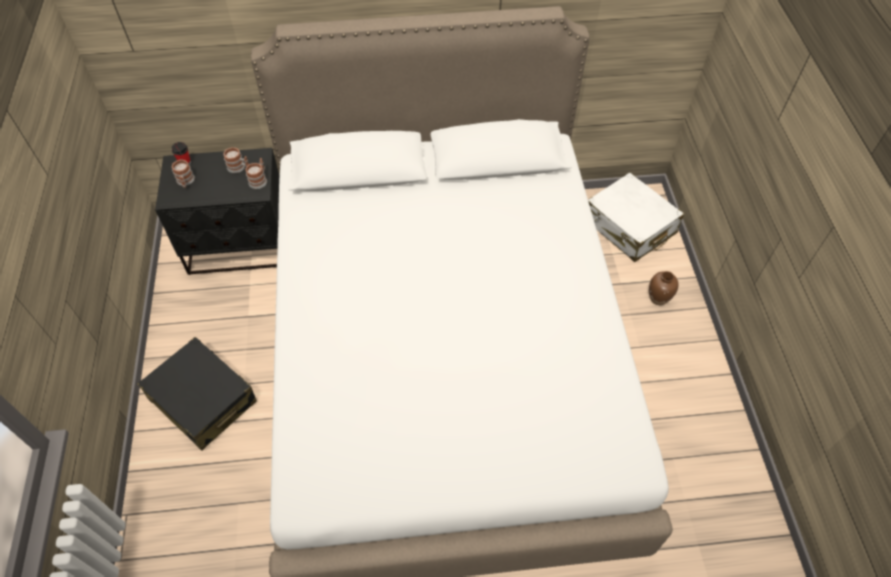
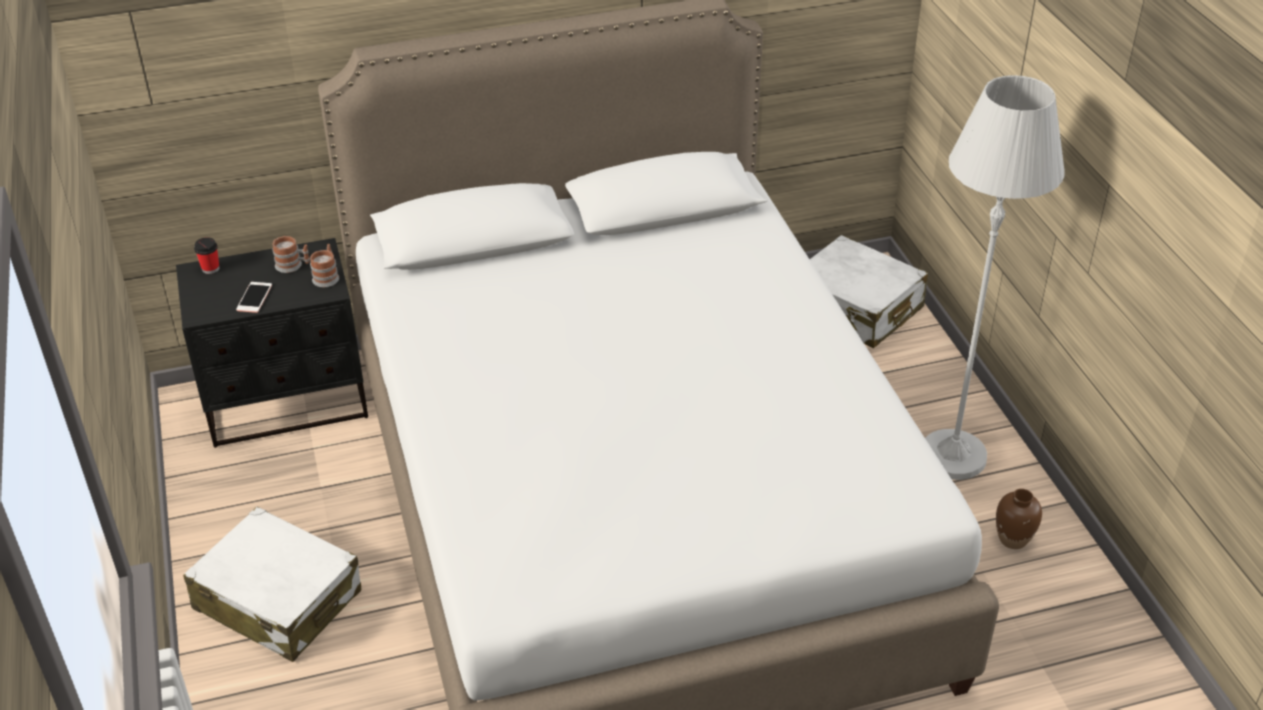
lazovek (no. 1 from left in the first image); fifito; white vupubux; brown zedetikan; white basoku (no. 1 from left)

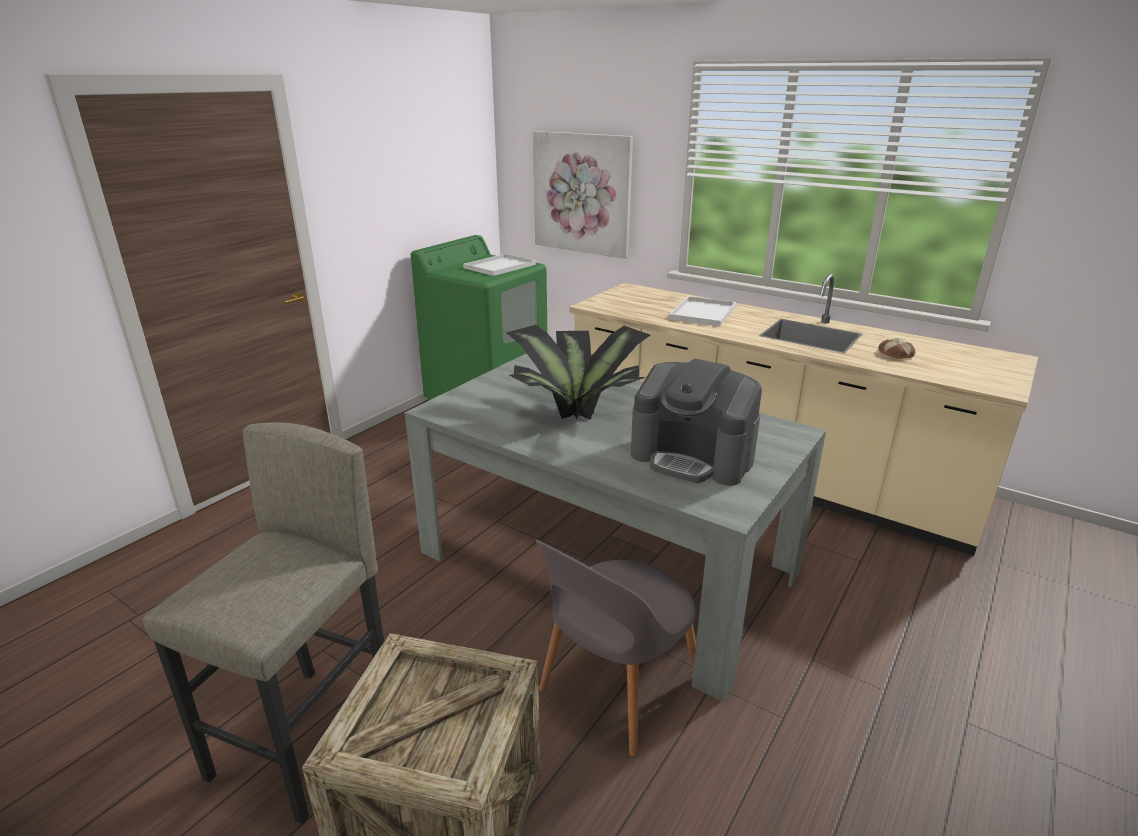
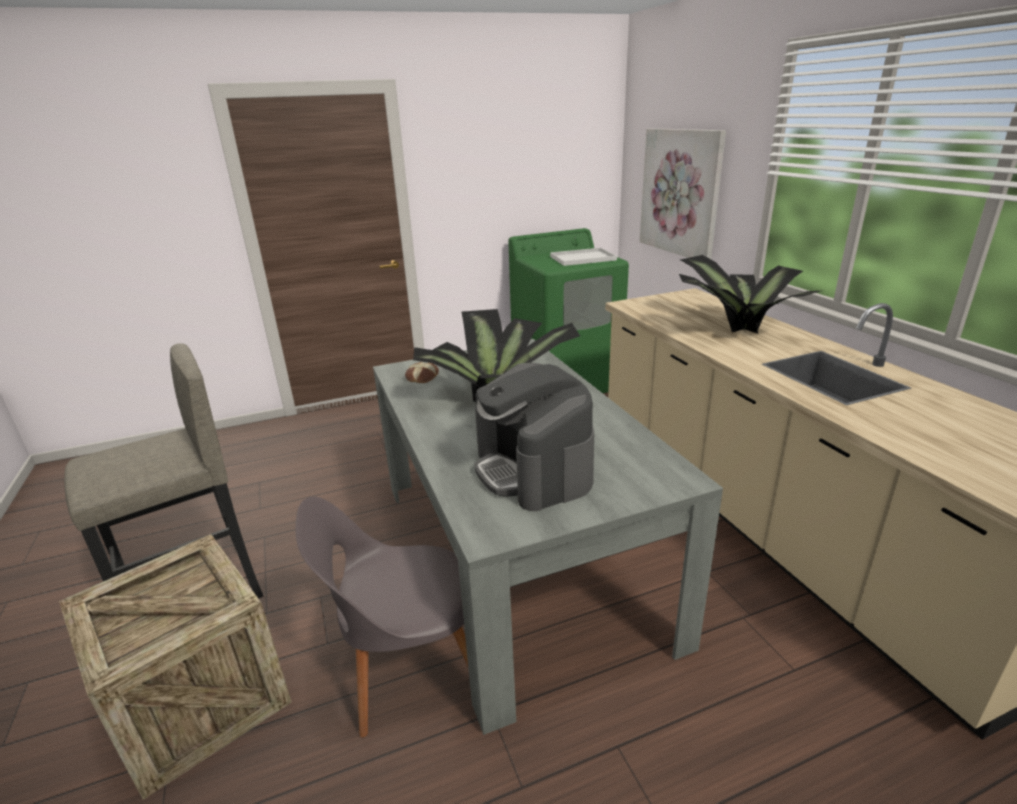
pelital; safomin (no. 2 from left)

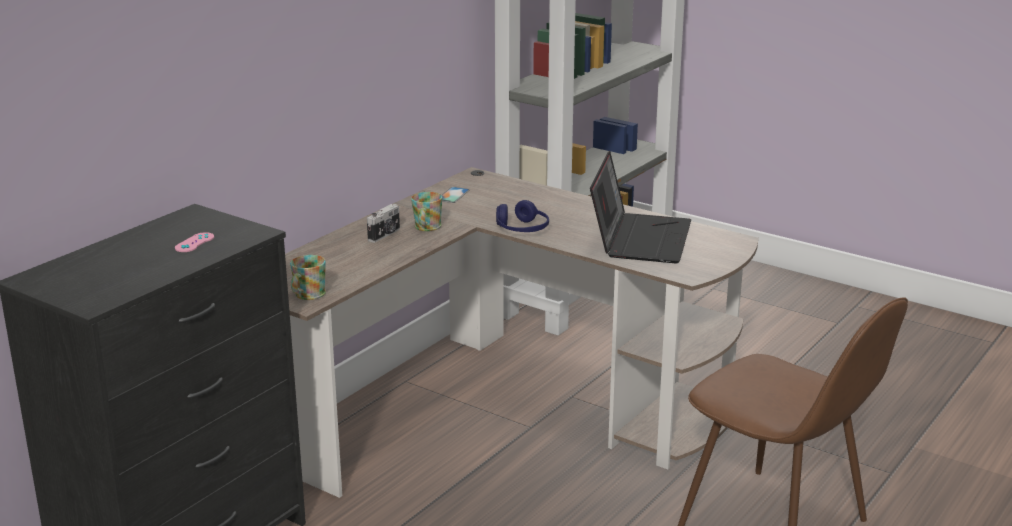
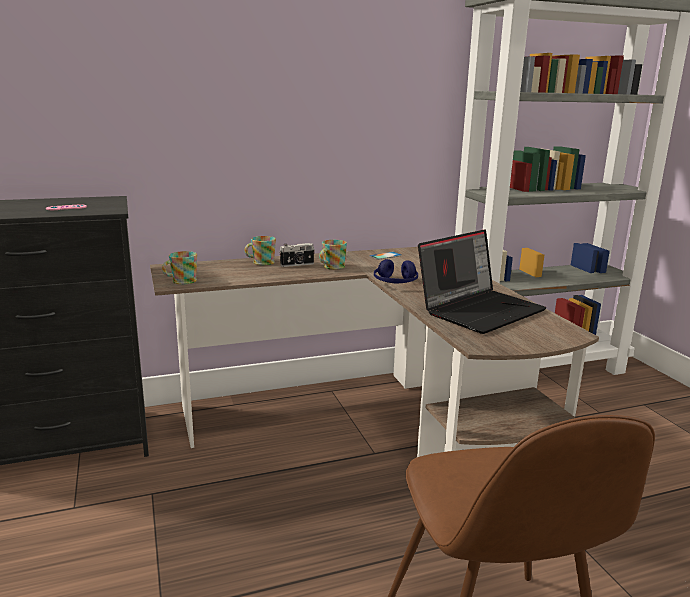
lazovek (no. 2 from left)

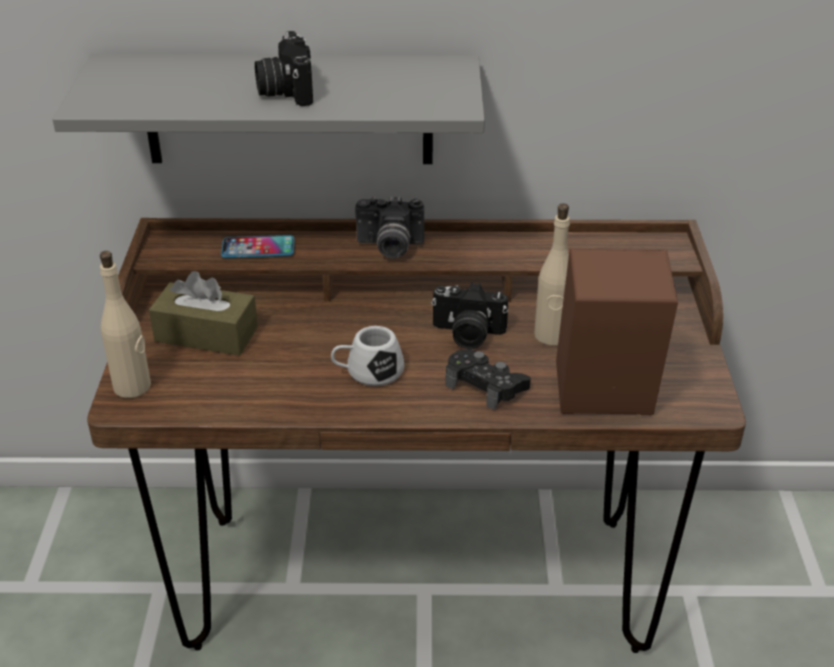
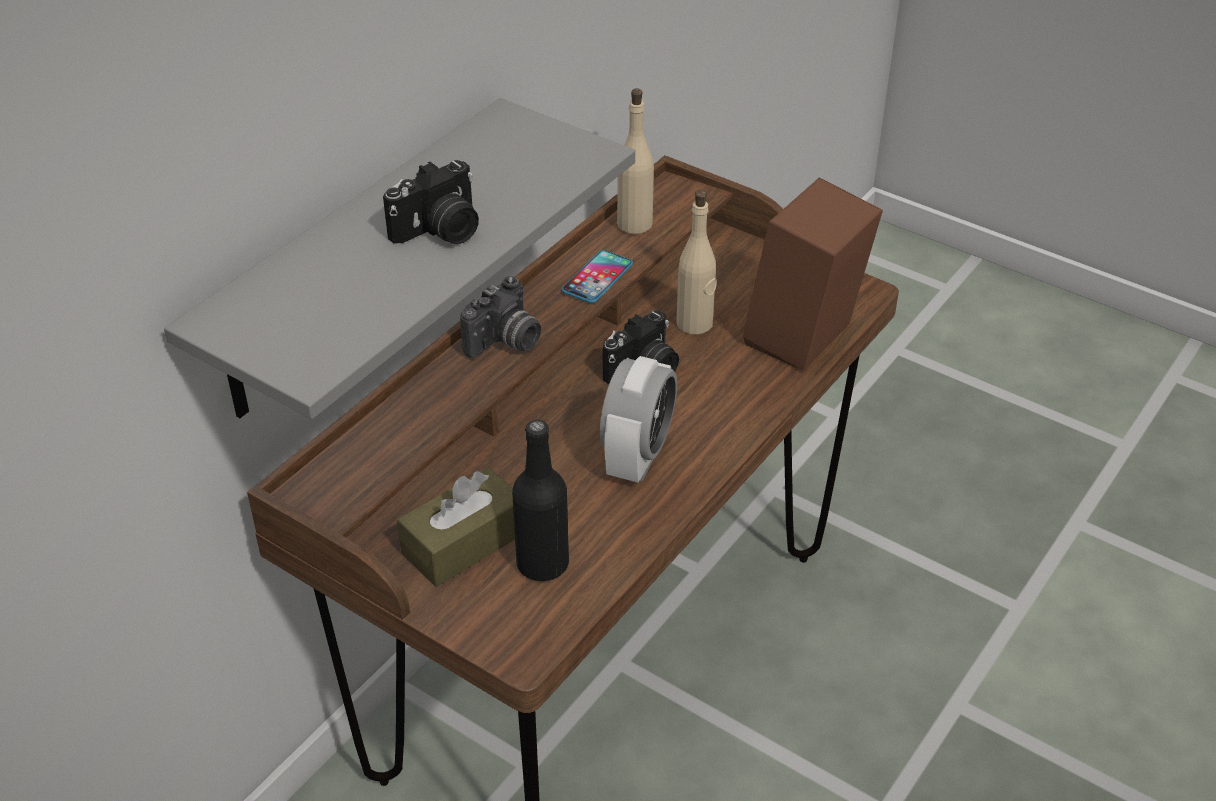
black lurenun; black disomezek; beige disomezek (no. 1 from left); fifito; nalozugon; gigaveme (no. 1 from left)

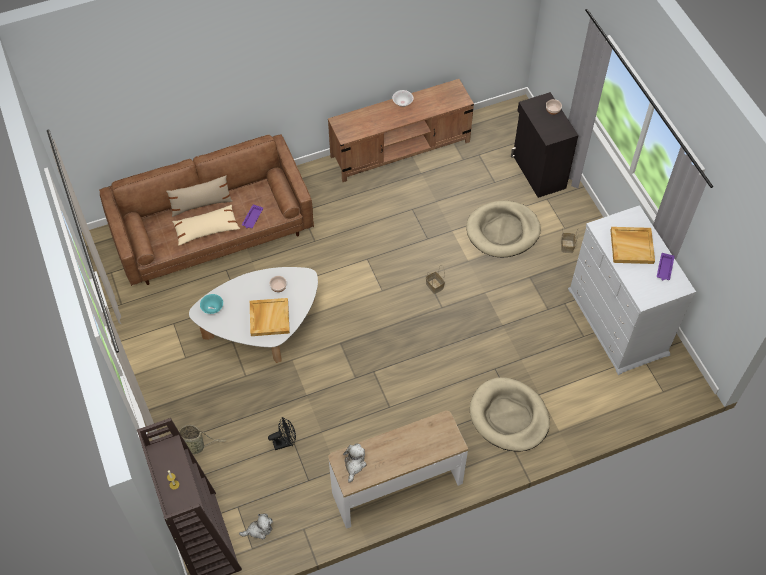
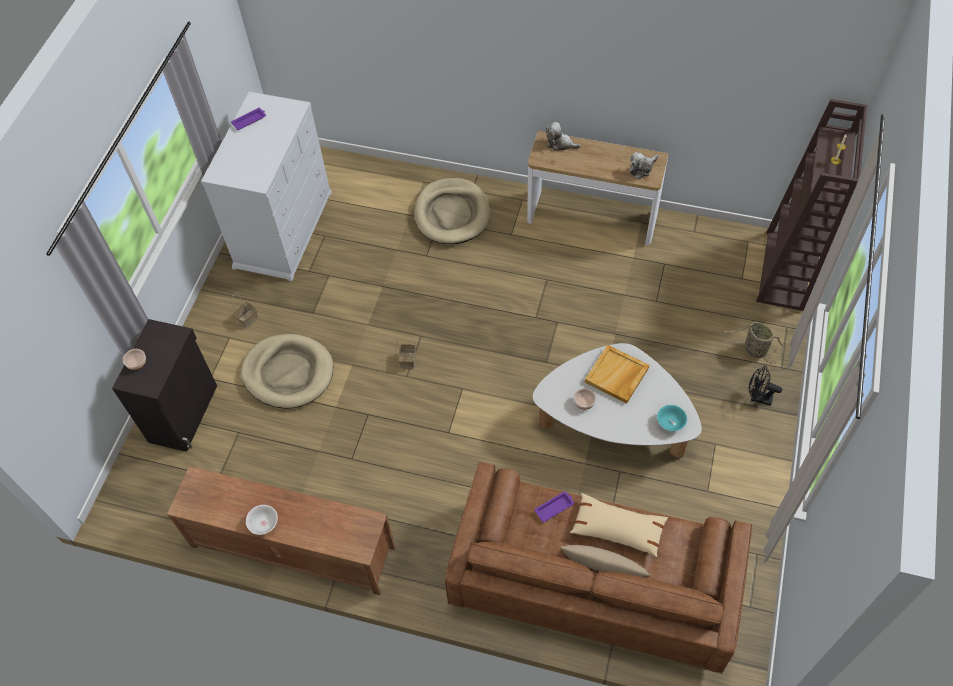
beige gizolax (no. 2 from left in the first image); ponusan (no. 1 from left); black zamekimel

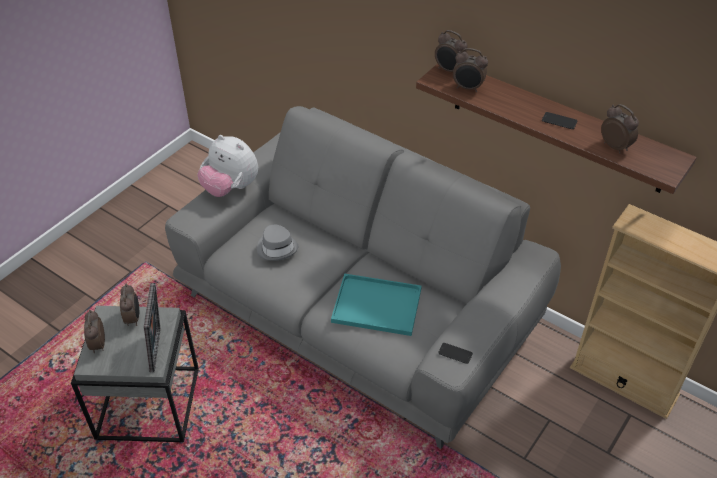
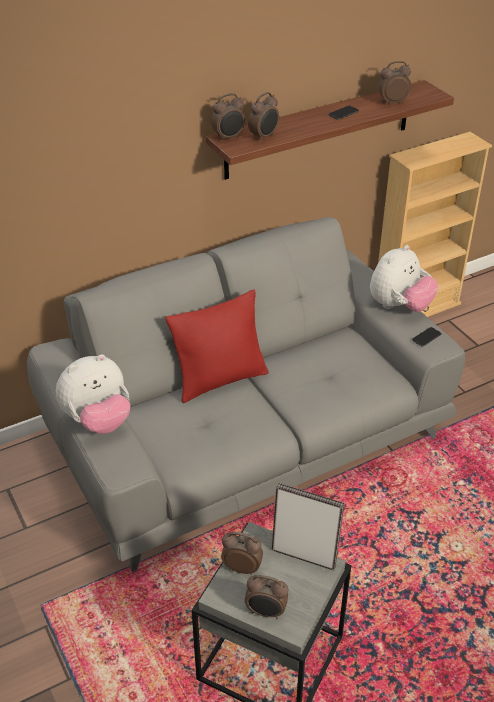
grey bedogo; turquoise gizolax; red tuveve; ponusan (no. 2 from left)

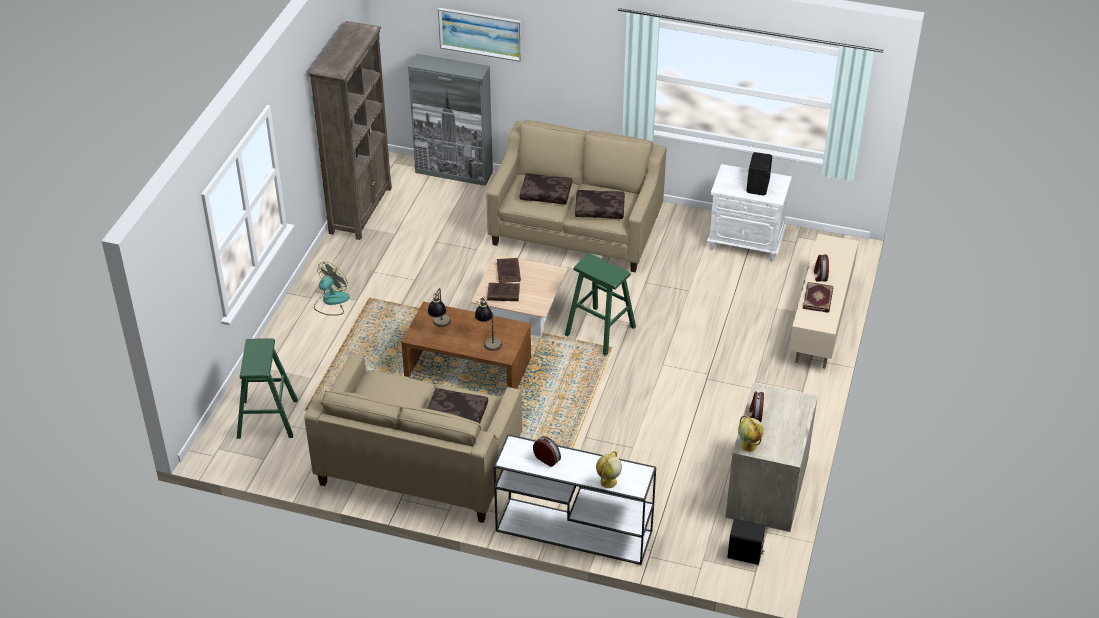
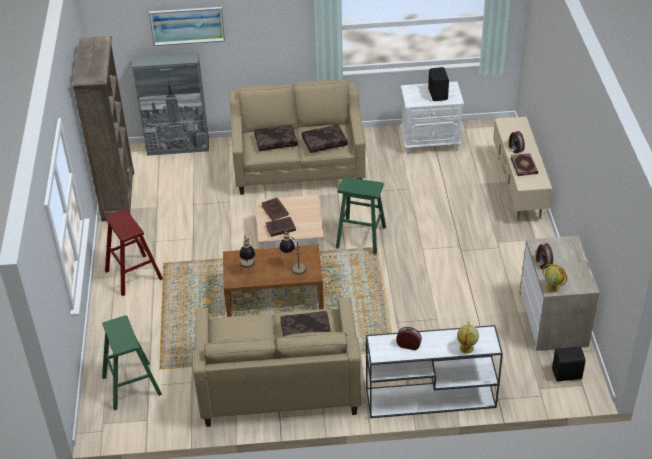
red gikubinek

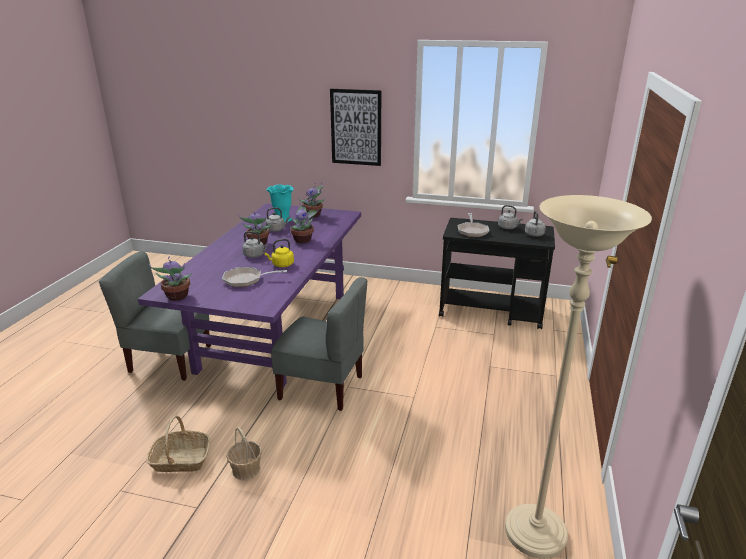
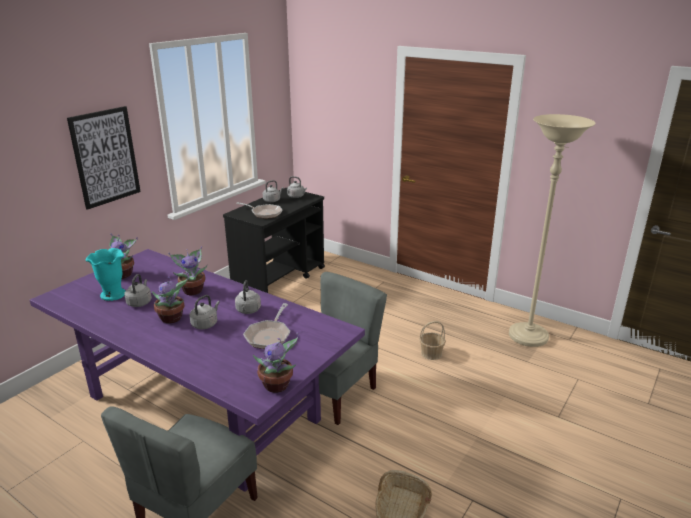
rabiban (no. 2 from left); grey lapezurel (no. 3 from left)

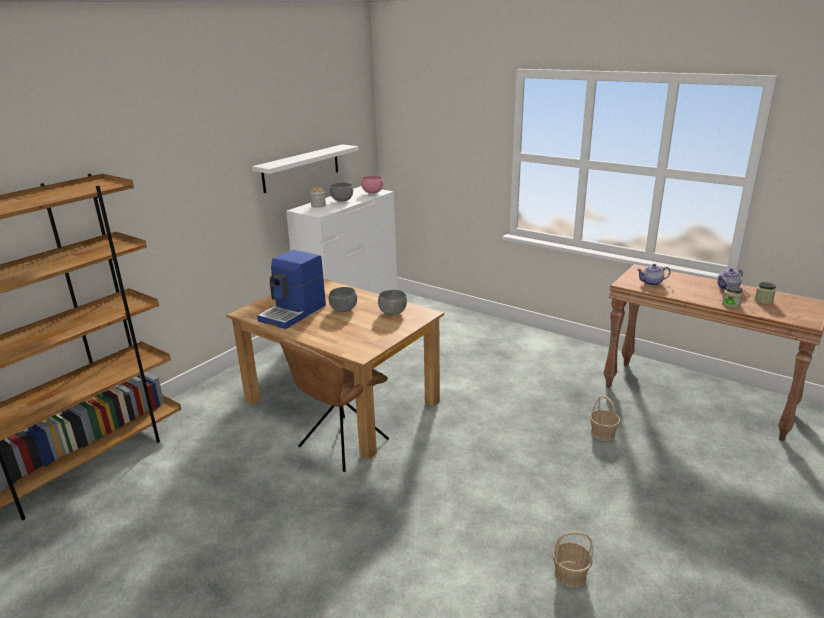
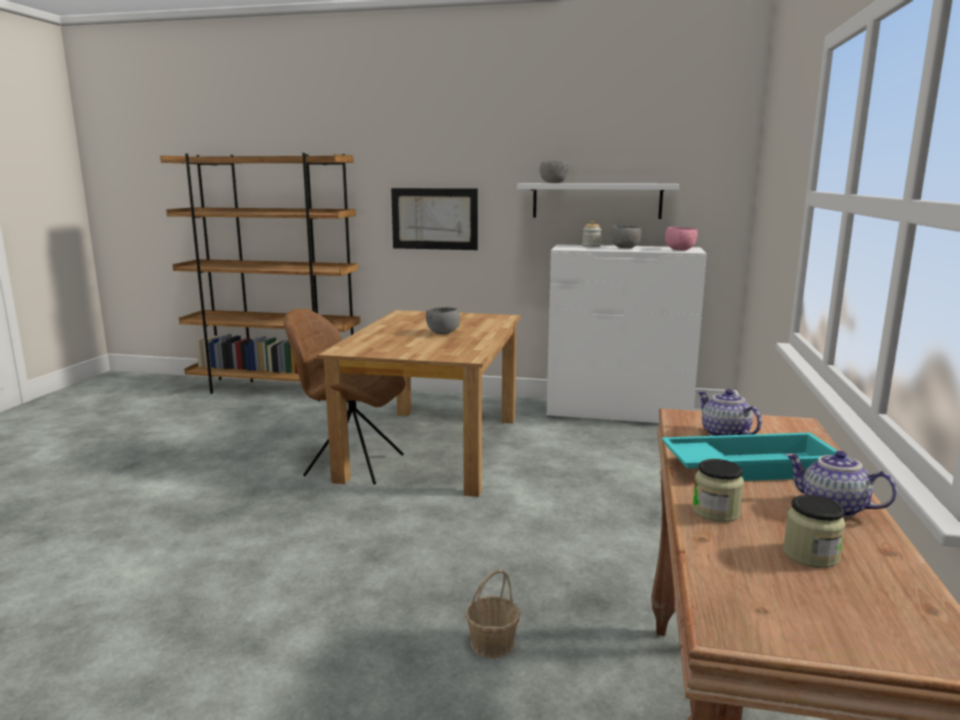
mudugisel; rabiban (no. 1 from left in the first image); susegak; turquoise gizolax; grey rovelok (no. 2 from left)

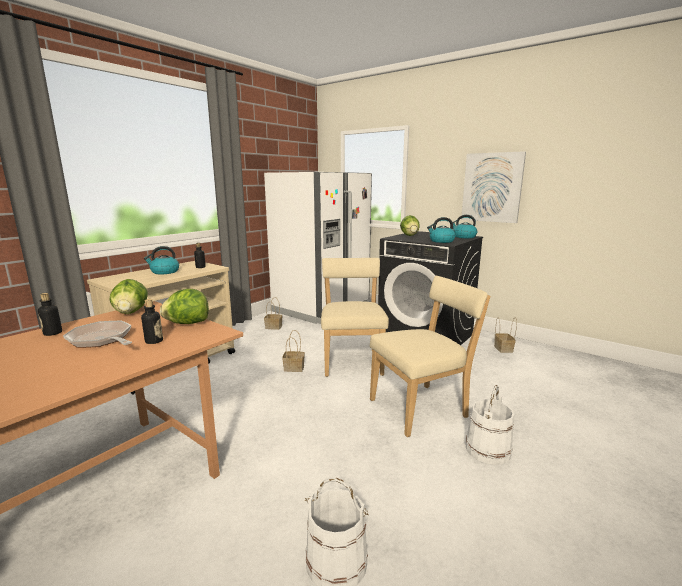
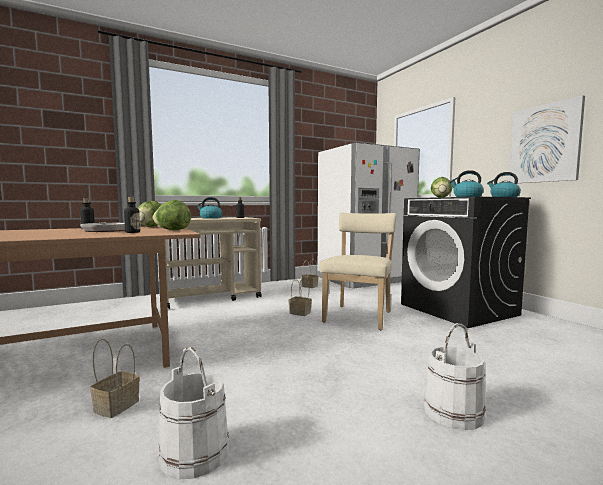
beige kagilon (no. 2 from left in the first image); rabiban (no. 1 from left)

